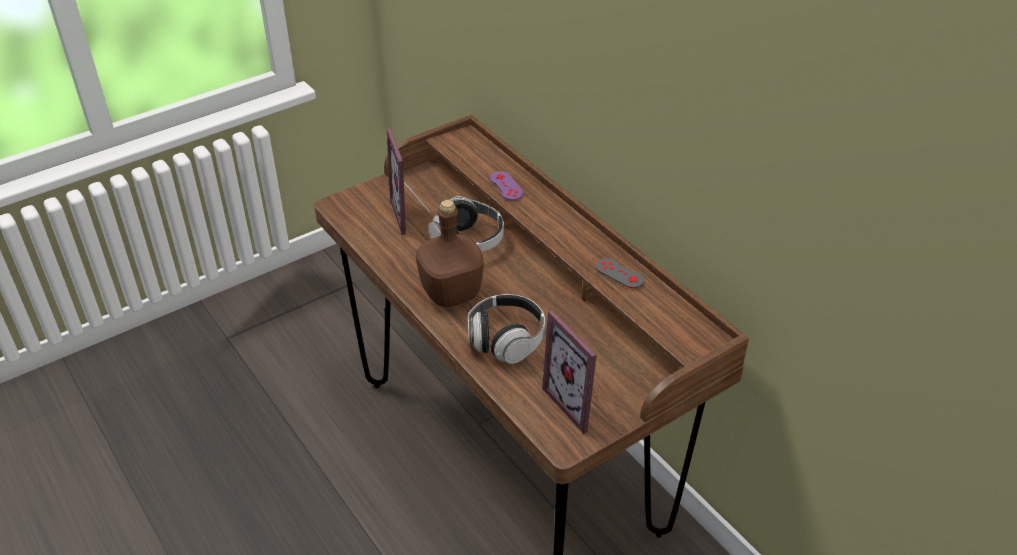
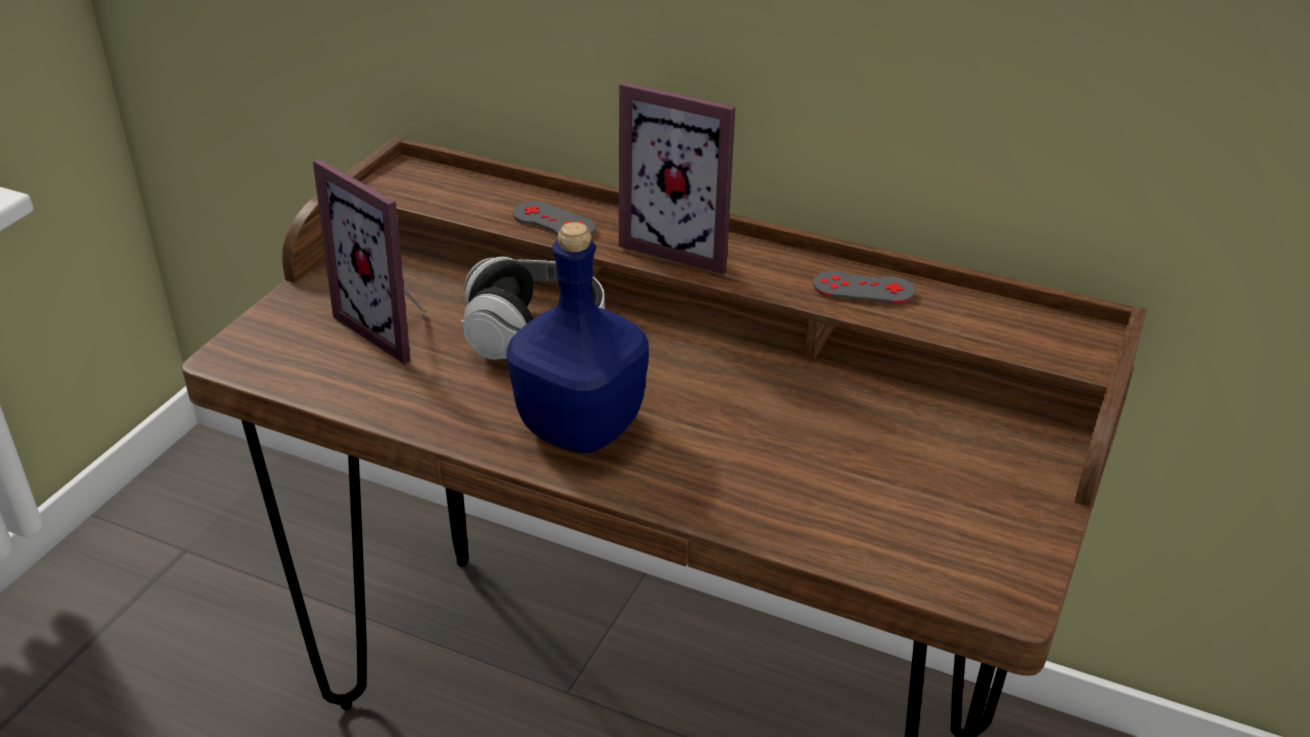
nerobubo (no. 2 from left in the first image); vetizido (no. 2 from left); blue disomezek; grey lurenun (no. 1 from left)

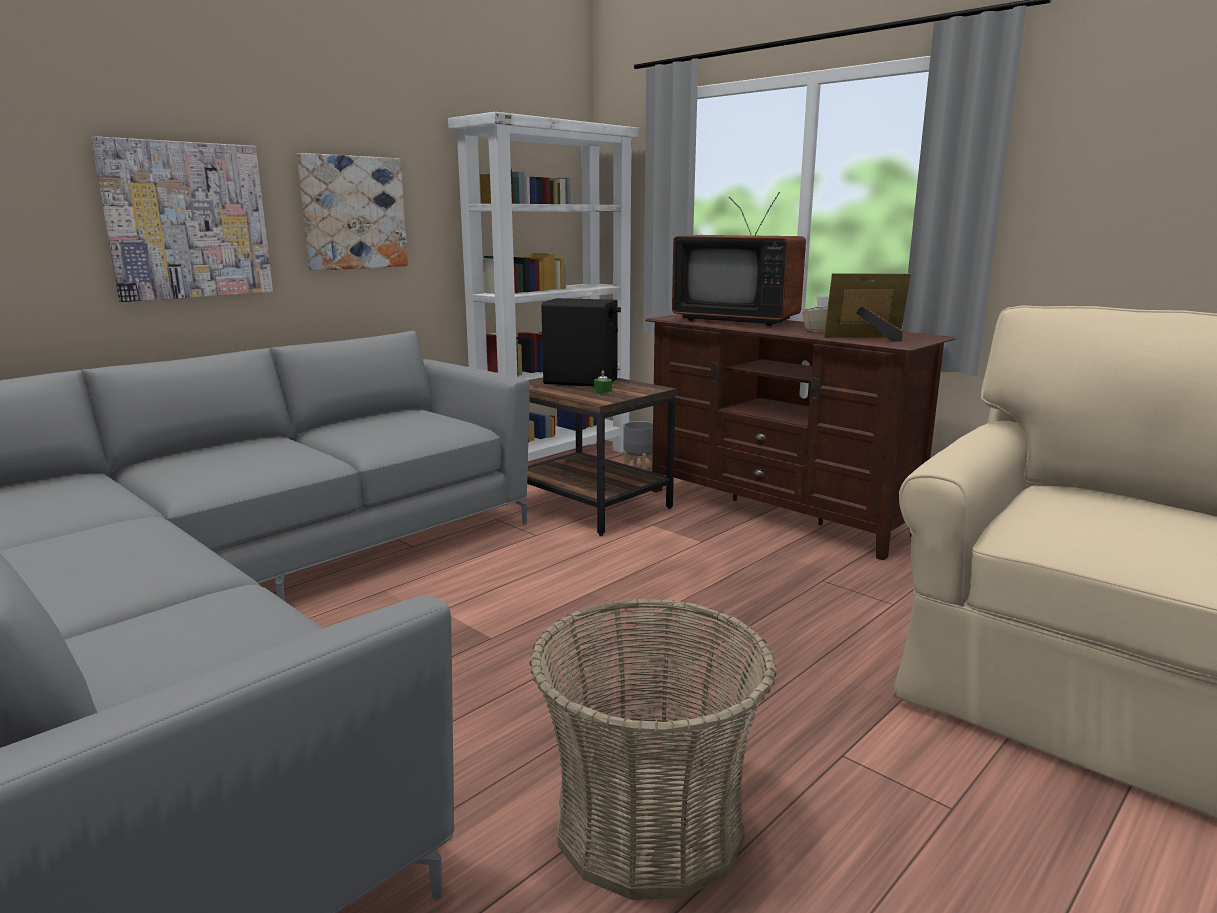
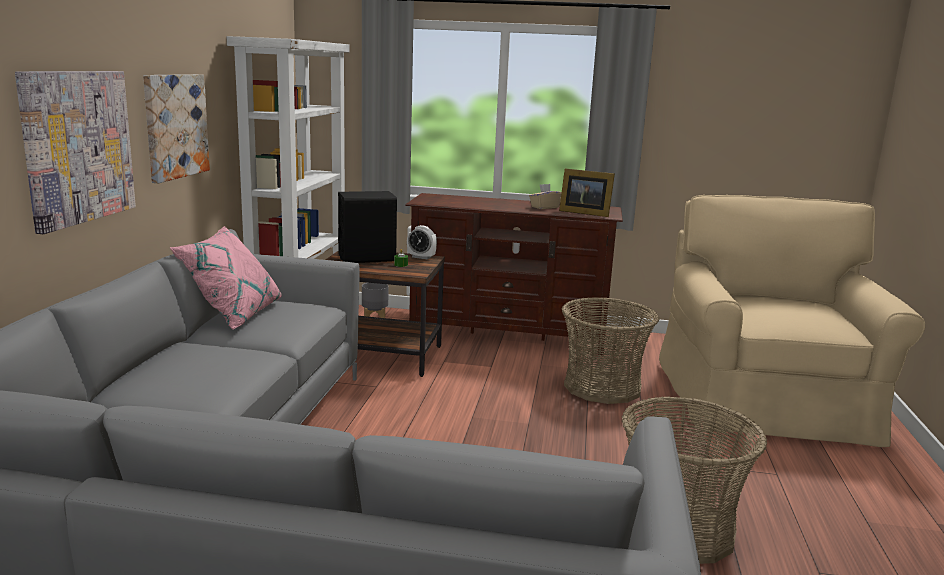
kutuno; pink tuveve; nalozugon; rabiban (no. 1 from left); vetizido

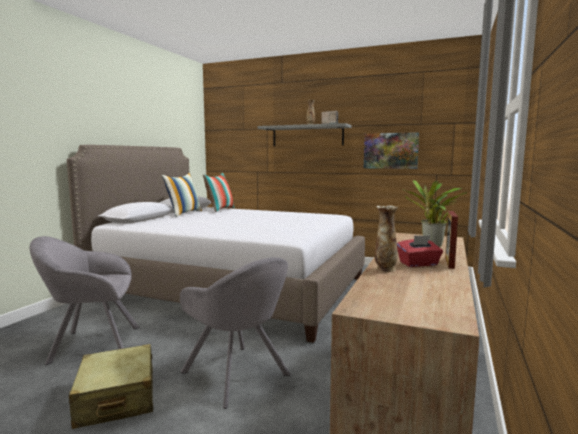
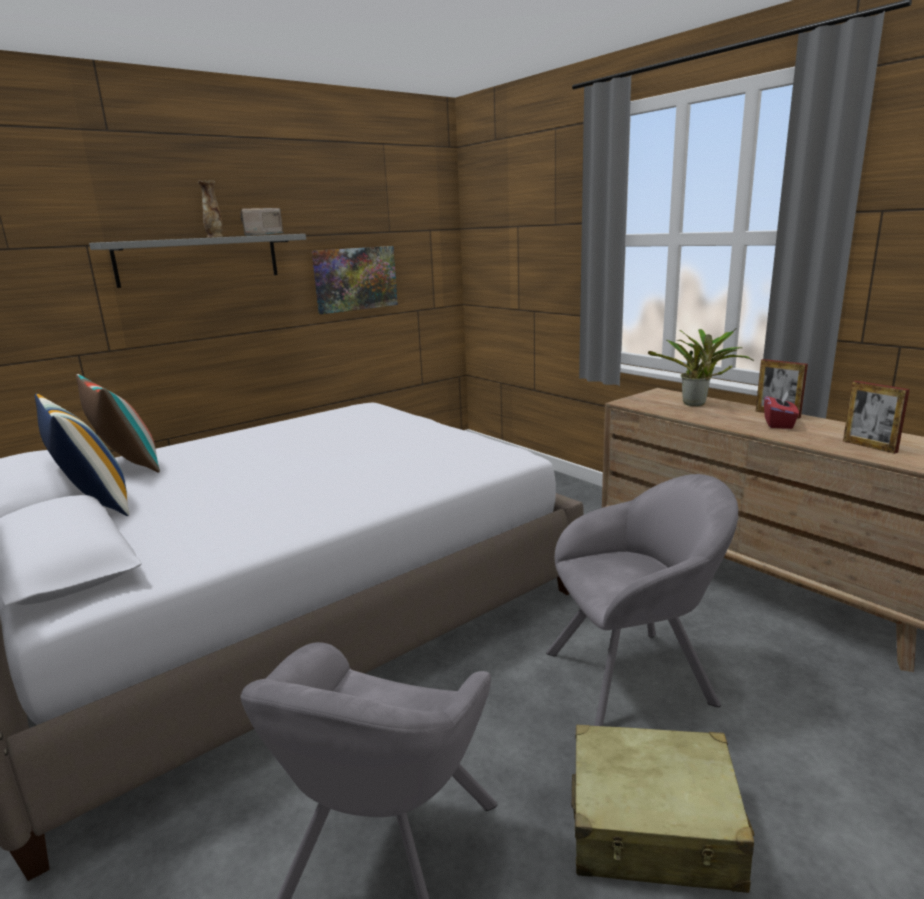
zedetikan (no. 2 from left in the first image); vetizido (no. 2 from left)

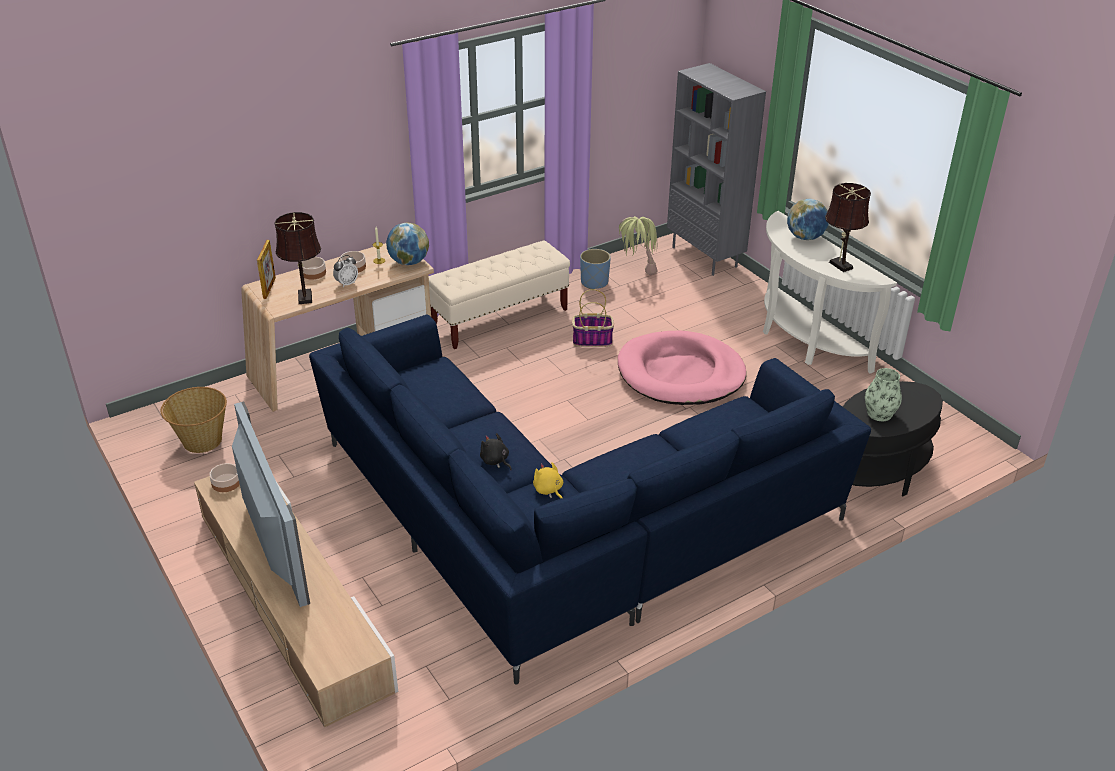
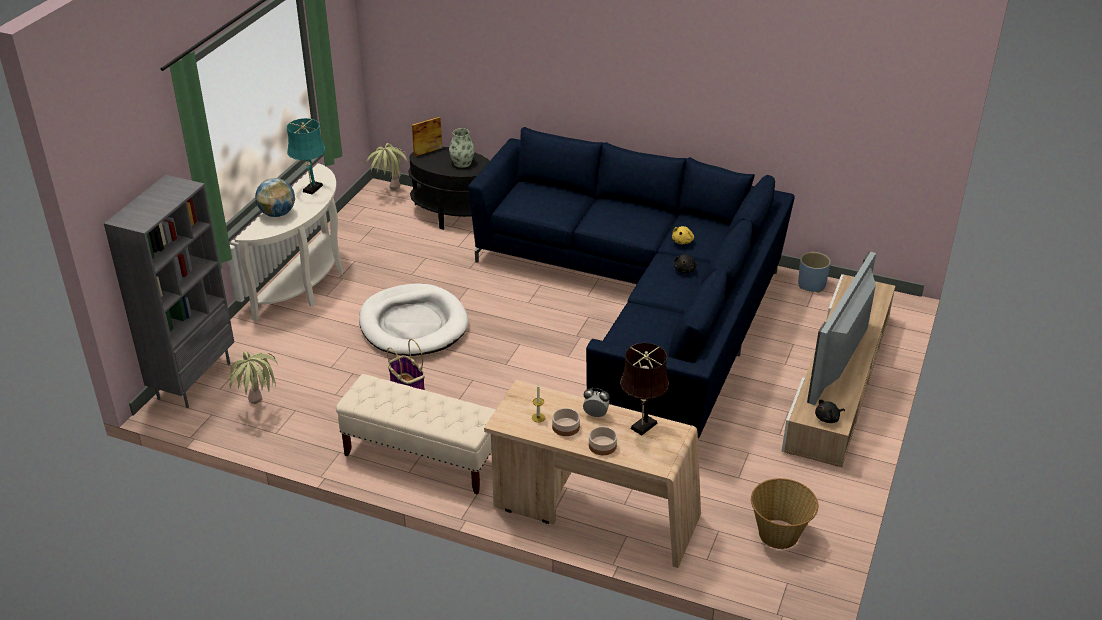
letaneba (no. 1 from left in the first image); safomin (no. 2 from left); vetizido; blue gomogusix; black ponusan (no. 2 from left); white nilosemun; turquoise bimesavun

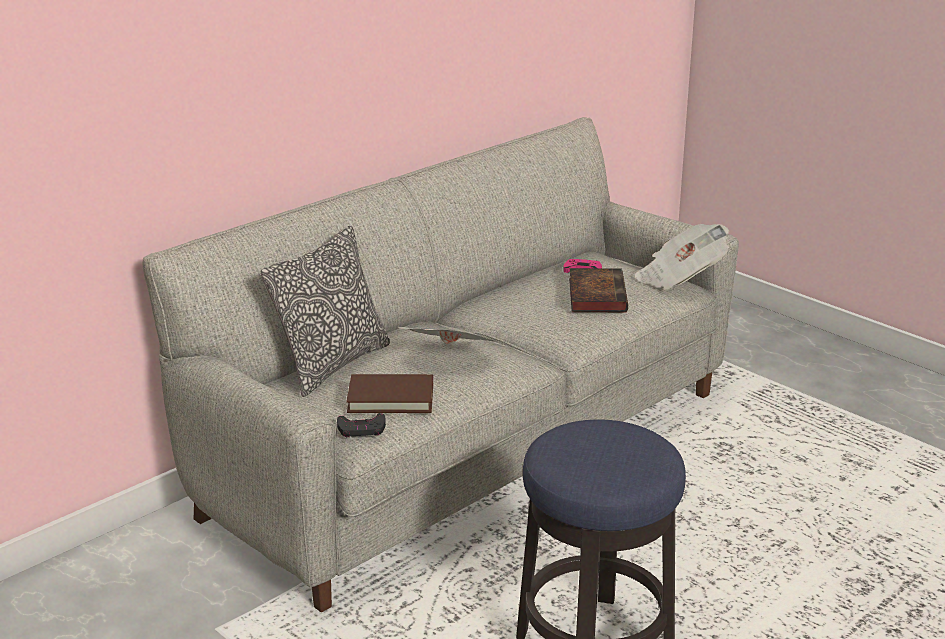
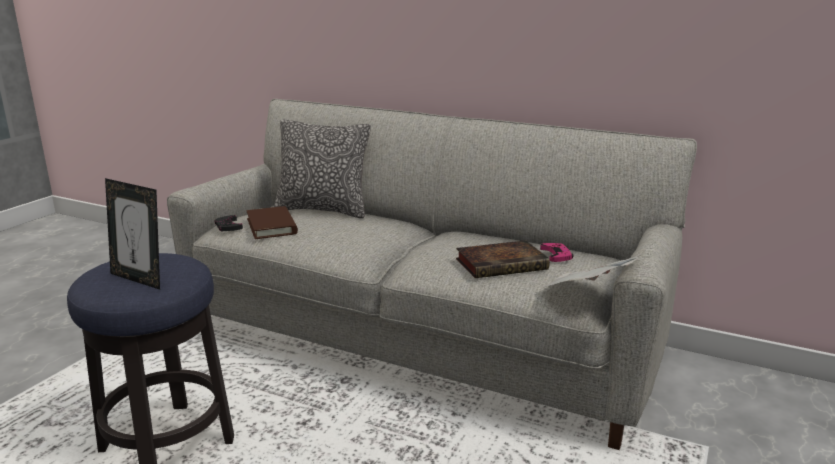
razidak (no. 1 from left in the first image); vetizido

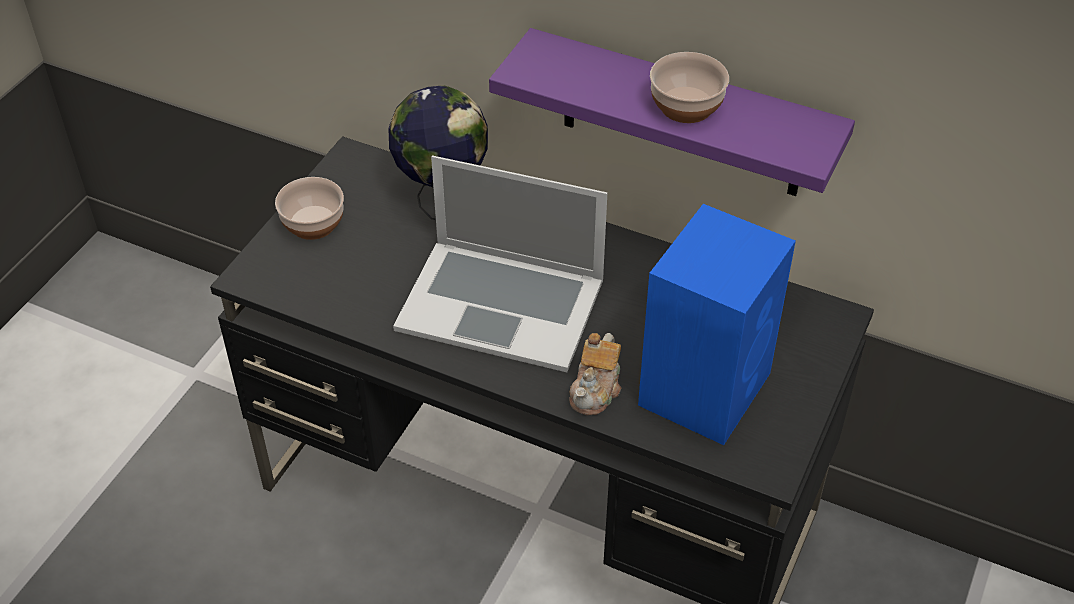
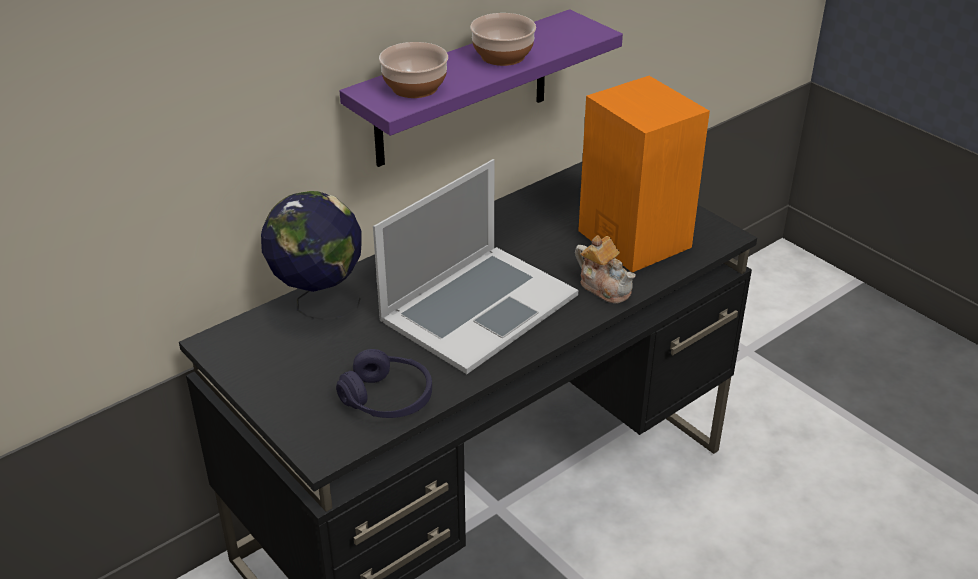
purple nerobubo; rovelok (no. 1 from left); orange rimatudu

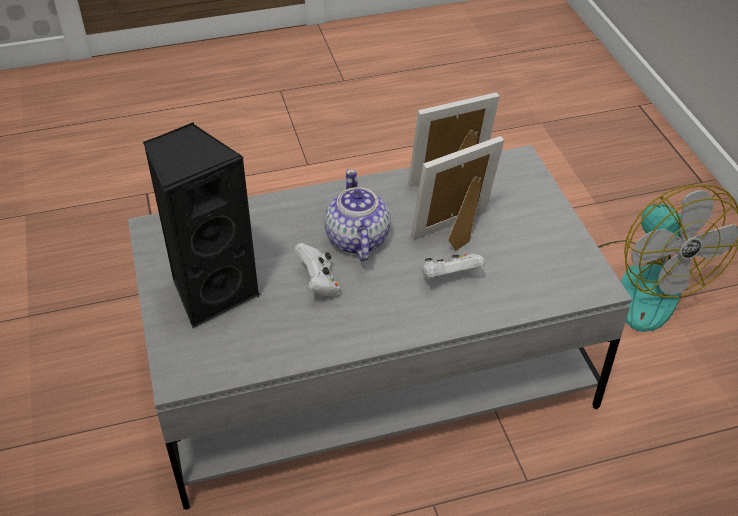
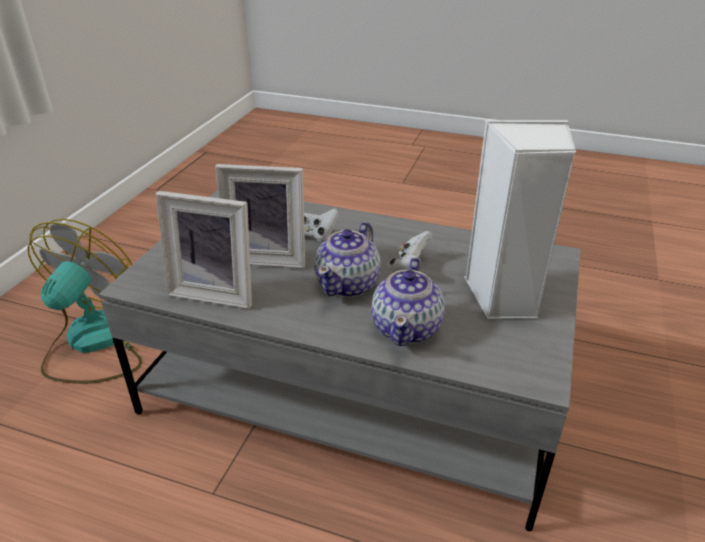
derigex (no. 2 from left); white rimatudu

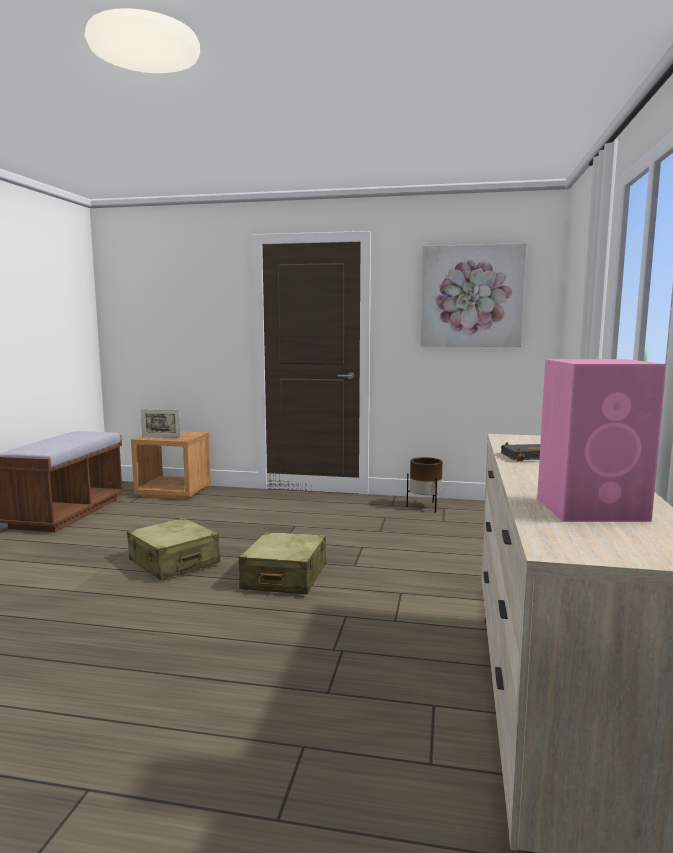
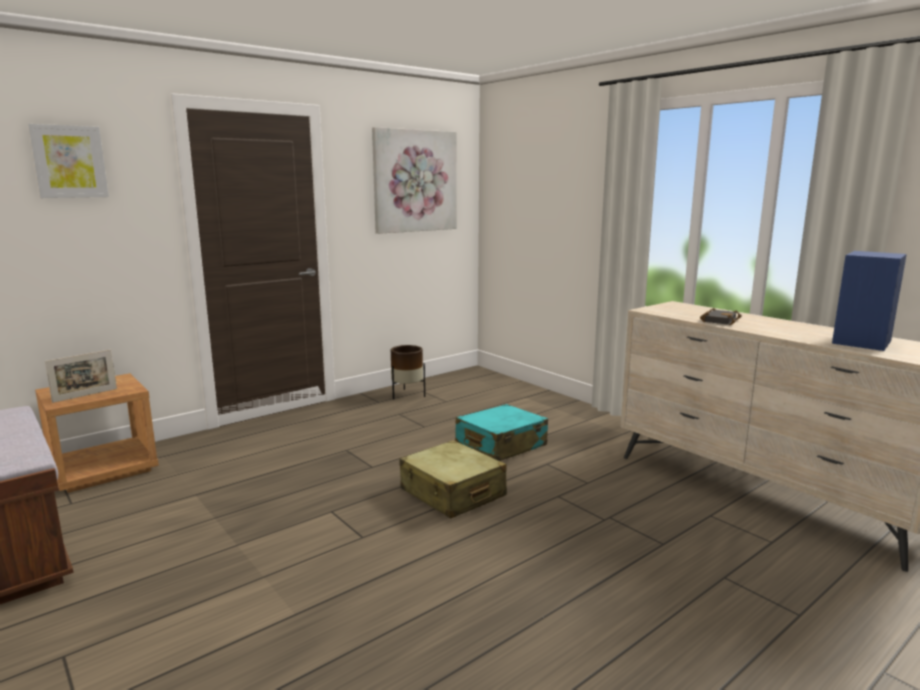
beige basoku (no. 1 from left in the first image); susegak (no. 1 from left); turquoise basoku; blue rimatudu

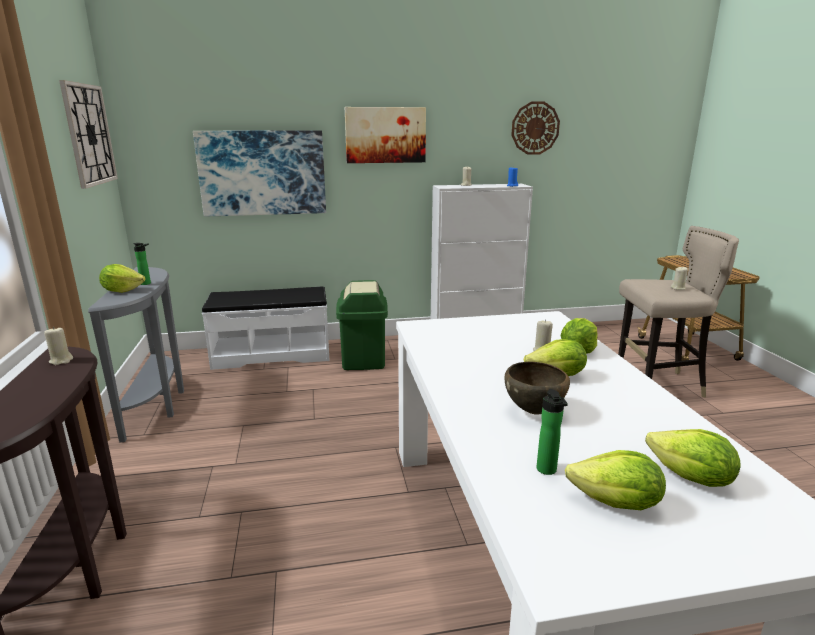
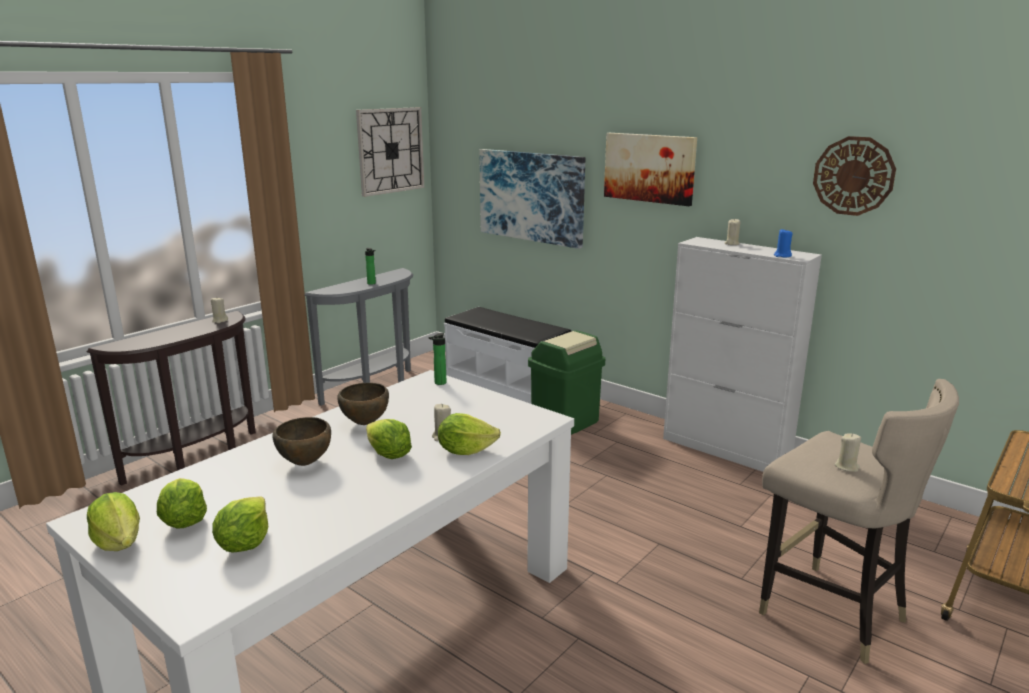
brown rovelok (no. 2 from left); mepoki (no. 1 from left); disomezek (no. 2 from left)

